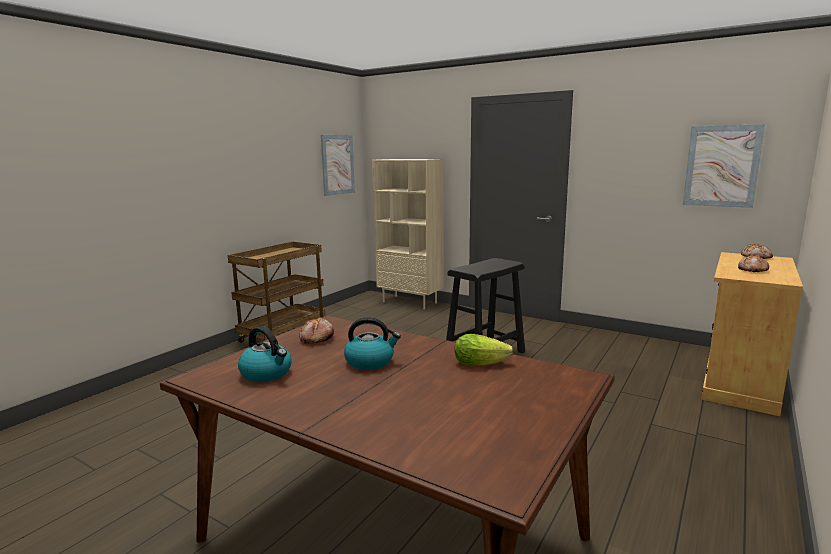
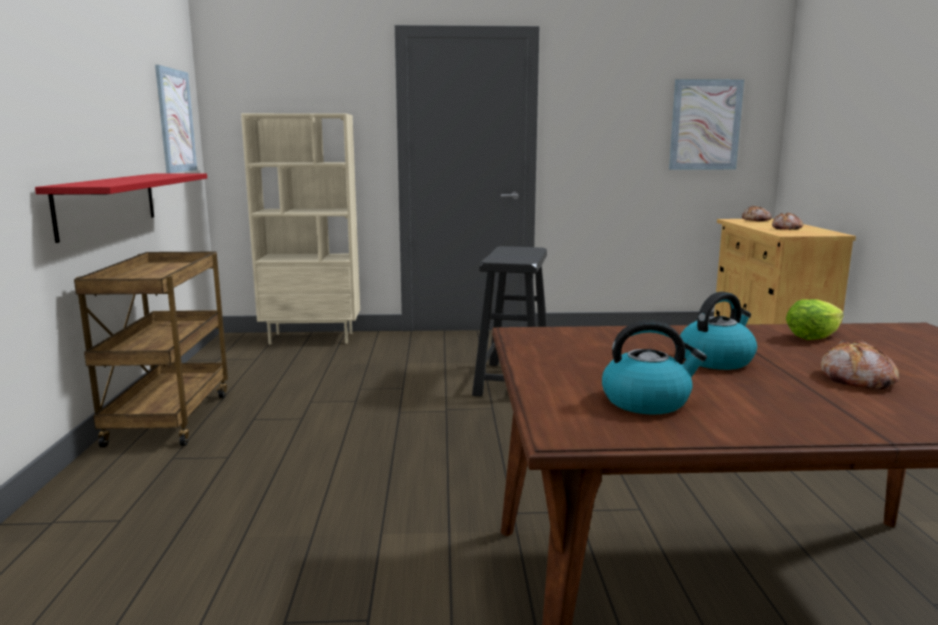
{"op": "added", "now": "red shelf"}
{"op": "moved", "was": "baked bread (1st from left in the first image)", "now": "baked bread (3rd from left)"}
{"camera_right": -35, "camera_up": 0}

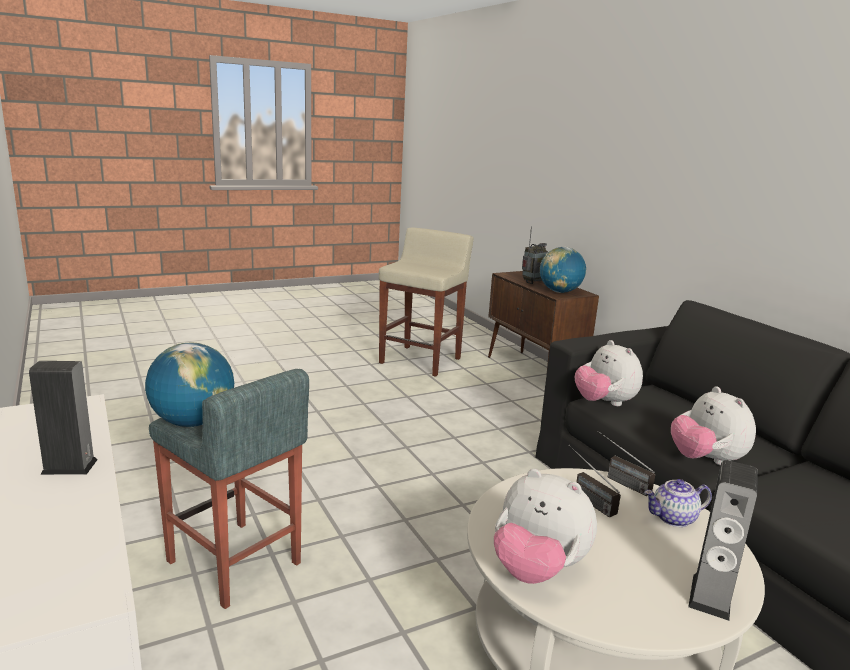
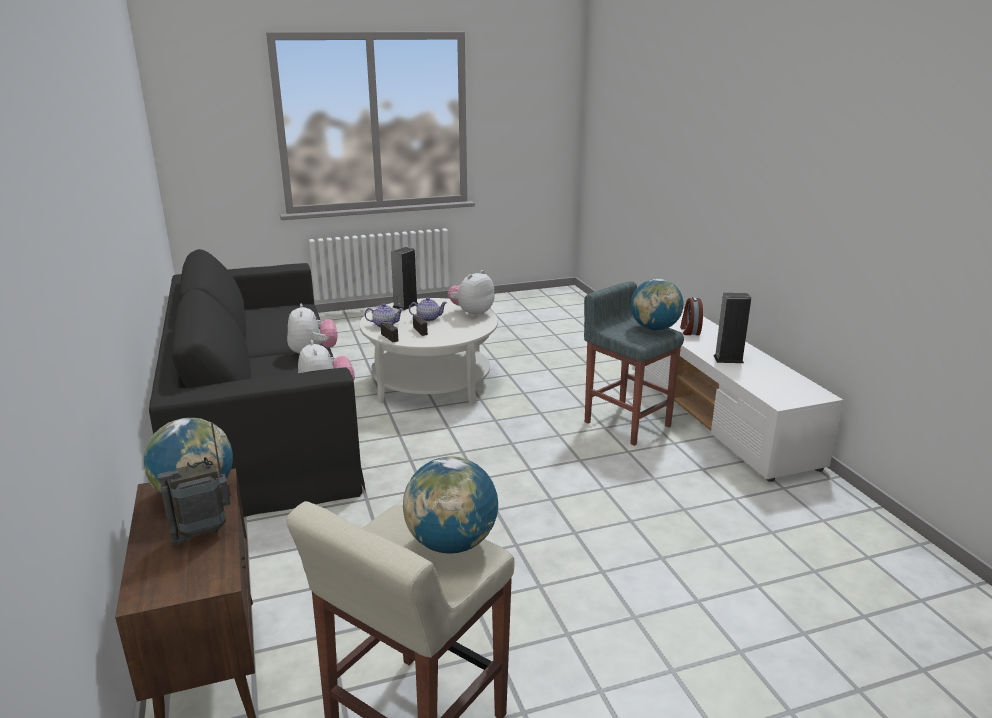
{"op": "added", "now": "desk globe (2nd from left)"}
{"op": "added", "now": "teapot (2nd from left)"}
{"op": "added", "now": "table clock"}
{"op": "turned", "was": "plush toy (1st from left in the first image)", "clockwise": -90}
{"camera_right": -170, "camera_up": 5}

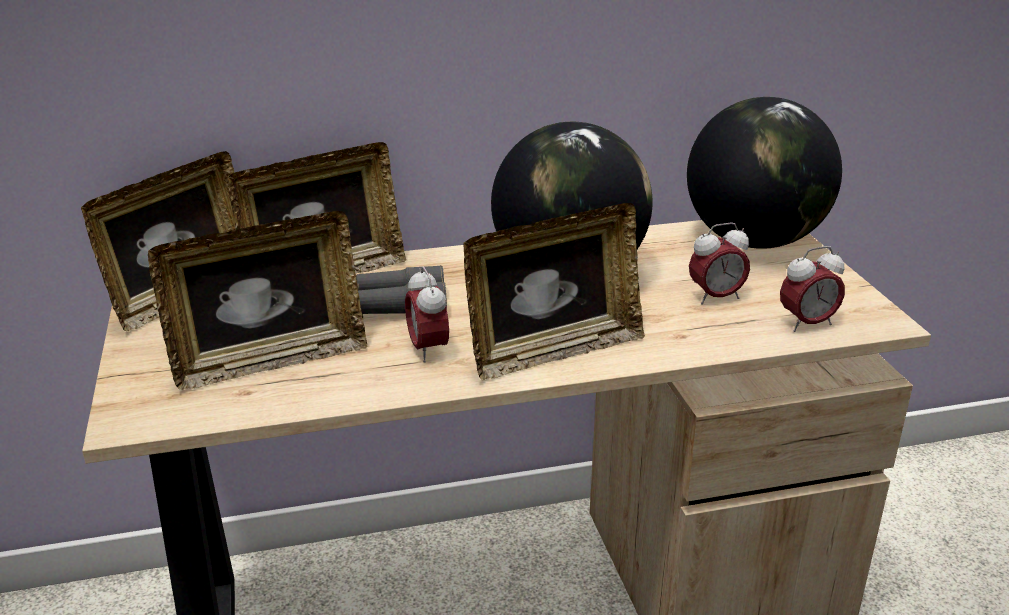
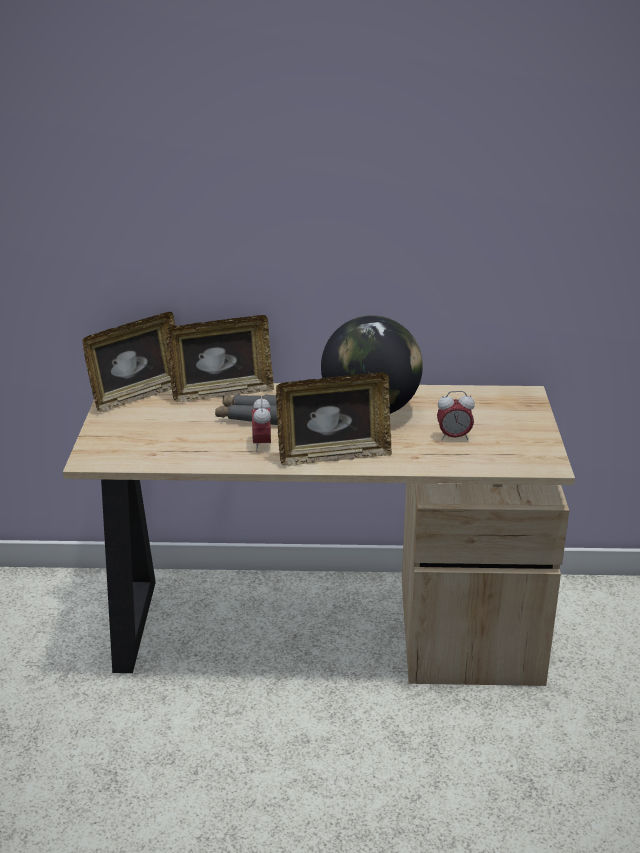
{"op": "removed", "was": "photo frame (2nd from left)"}
{"op": "removed", "was": "desk globe (2nd from left)"}
{"op": "removed", "was": "table clock (3rd from left)"}
{"camera_right": 15, "camera_up": 0}

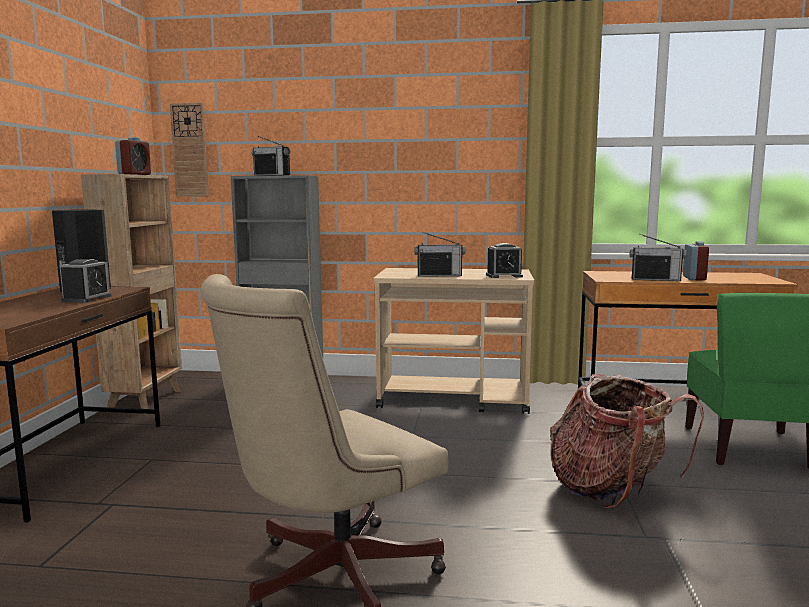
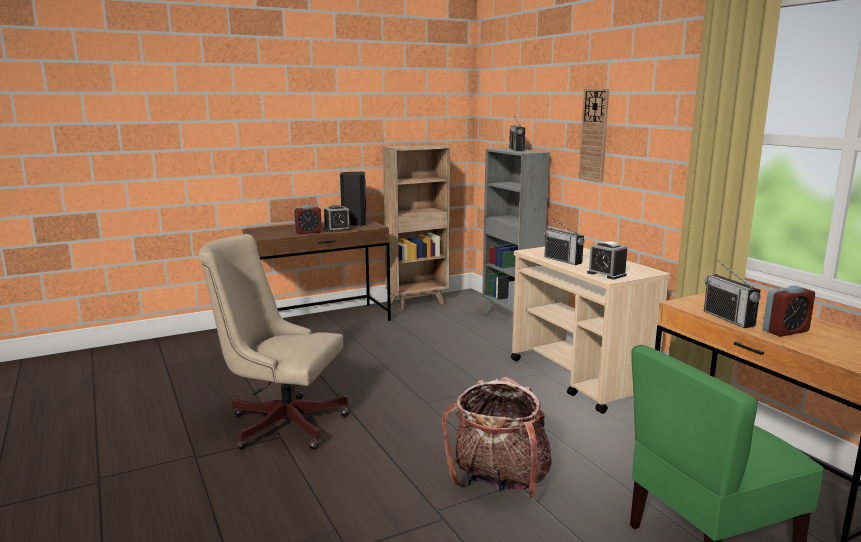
{"op": "moved", "was": "table clock (2nd from left in the first image)", "now": "table clock (1st from left)"}
{"op": "moved", "was": "hanging clock"}
{"camera_right": 55, "camera_up": 5}

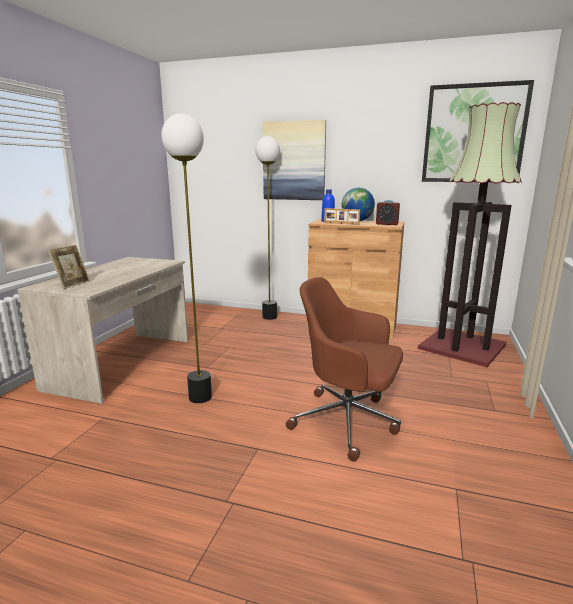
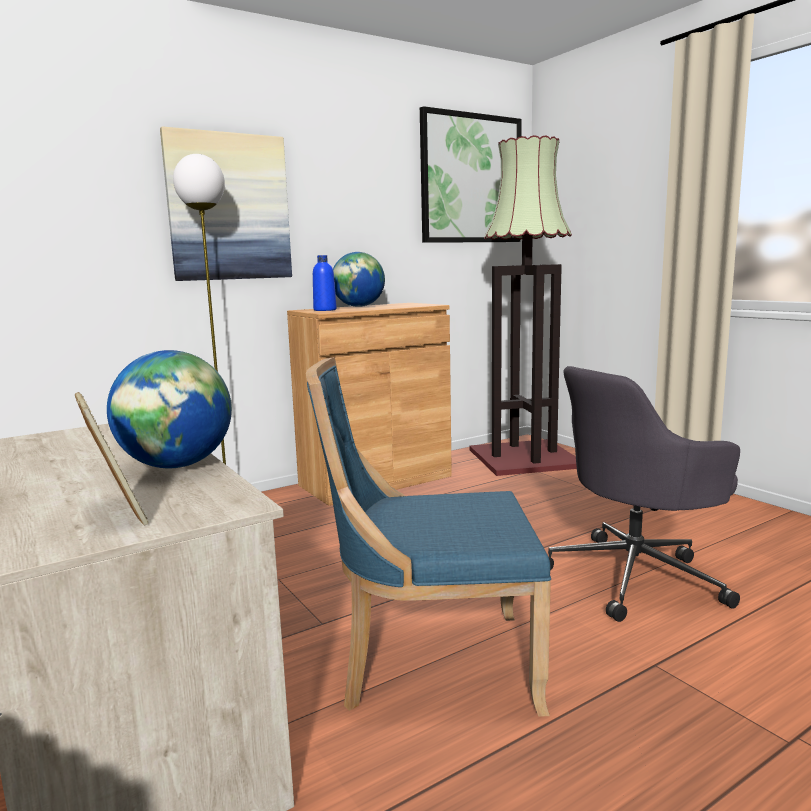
{"op": "removed", "was": "photo frame (2nd from left)"}
{"op": "removed", "was": "table clock"}
{"op": "added", "now": "desk globe (1st from left)"}
{"op": "replaced", "was": "standard lamp (1st from left)", "now": "blue chair"}
{"op": "recoloured", "was": "brown-coloured computer chair", "now": "grey computer chair"}
{"camera_right": -50, "camera_up": -5}

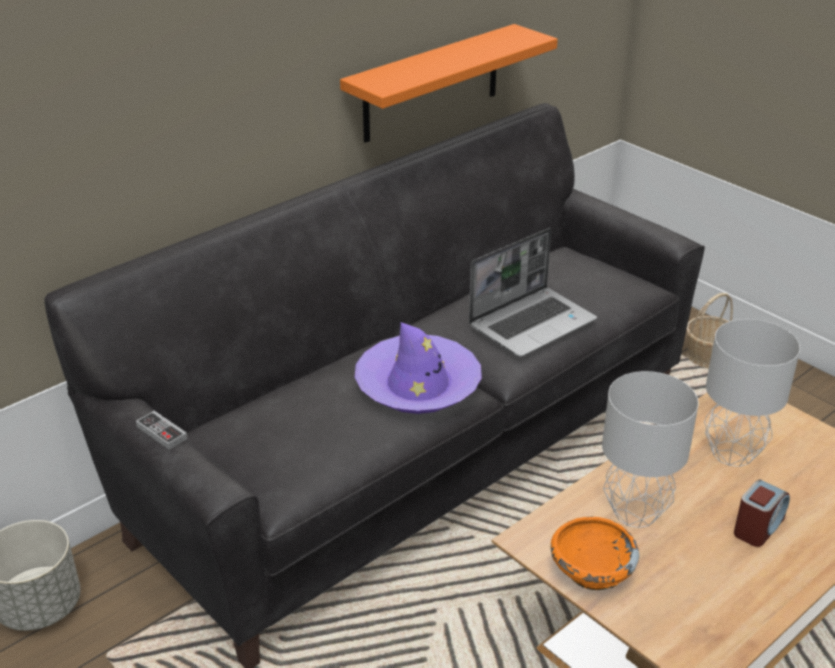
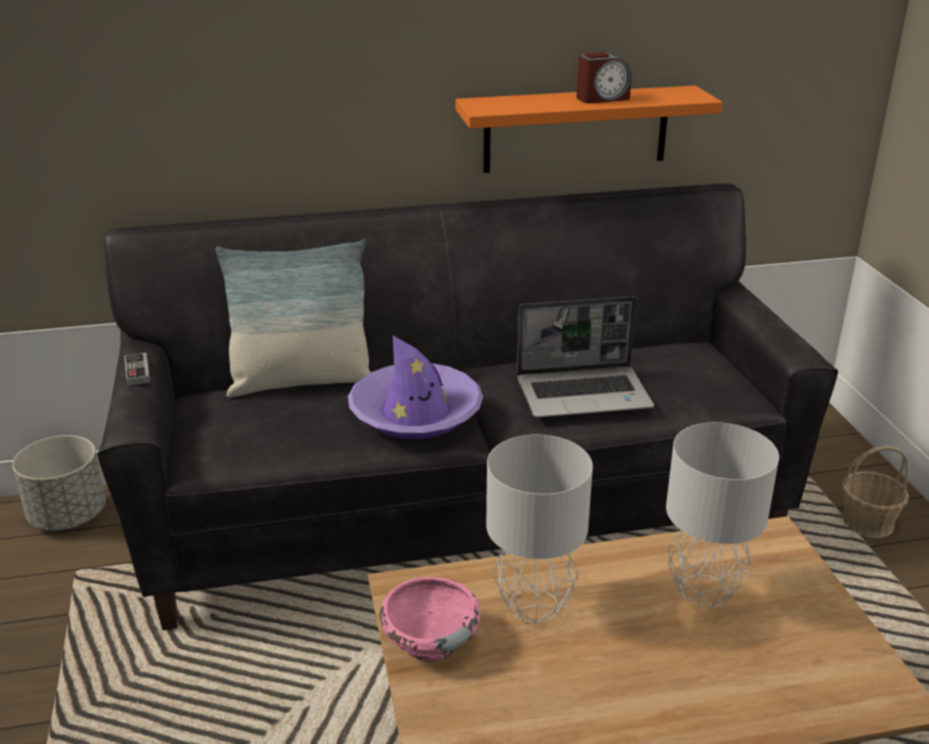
{"op": "added", "now": "throw pillow"}
{"op": "moved", "was": "table clock"}
{"op": "recoloured", "was": "orangey serving bowl", "now": "pink-coloured serving bowl"}
{"camera_right": 30, "camera_up": -5}

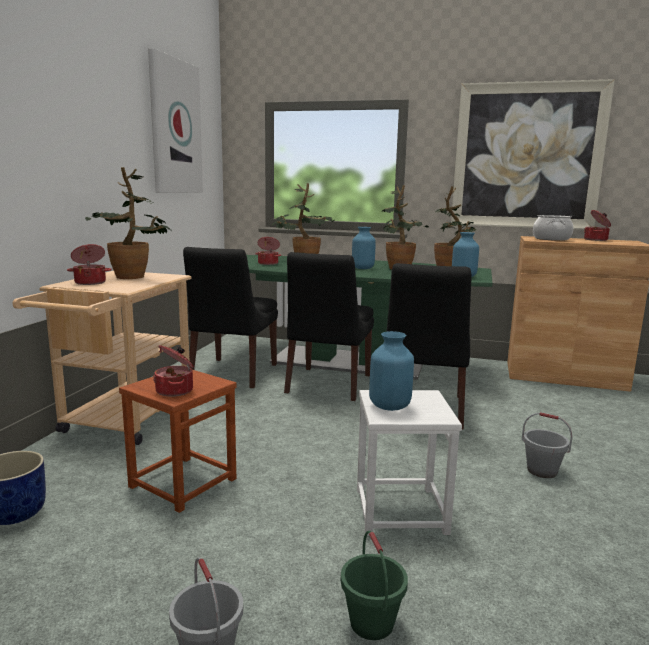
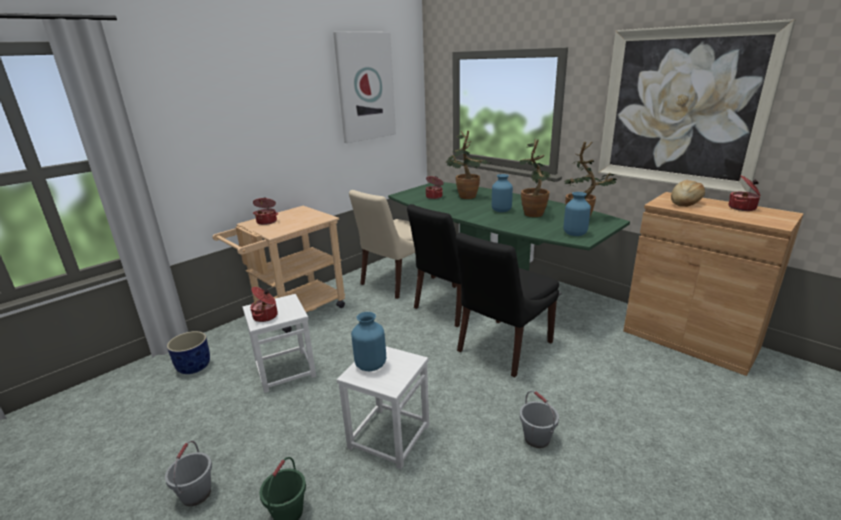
{"op": "removed", "was": "houseplant (1st from left)"}
{"op": "replaced", "was": "saucepot (4th from left)", "now": "baked bread"}
{"op": "recoloured", "was": "brown-coloured stool seat", "now": "white-coloured stool seat (1st from left)"}
{"op": "recoloured", "was": "black chair (1st from left)", "now": "sand-coloured chair"}
{"camera_right": 30, "camera_up": 10}

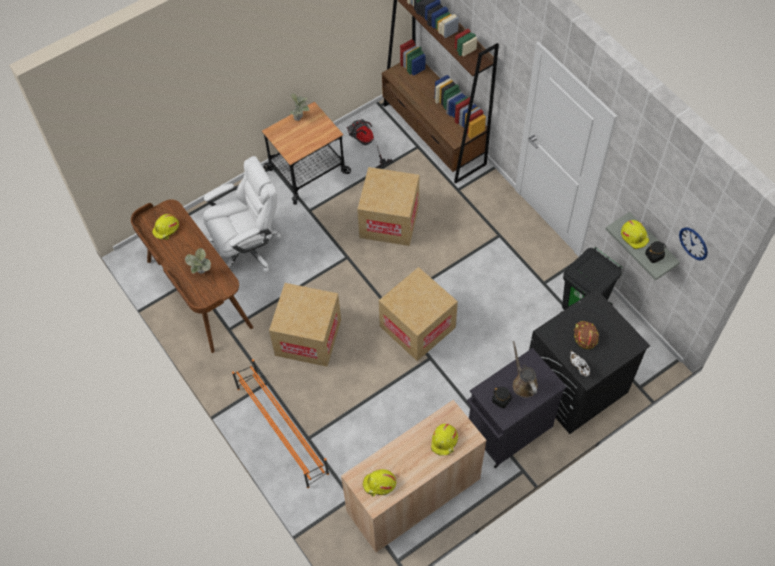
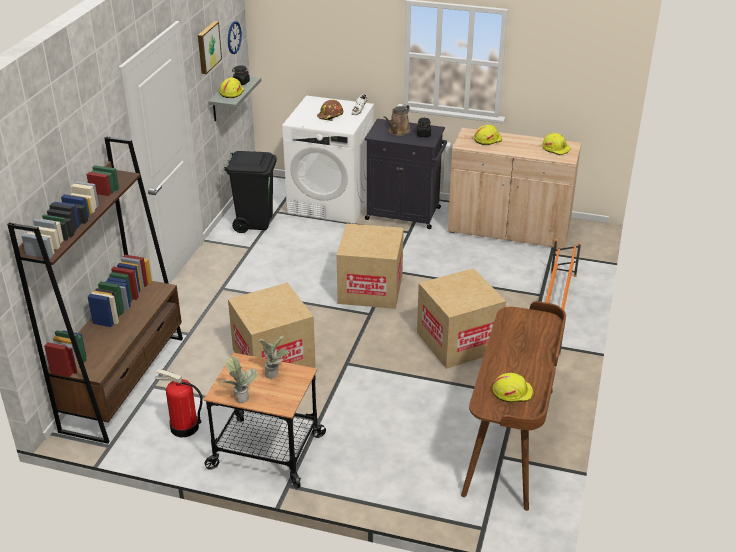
{"op": "removed", "was": "white-coloured computer chair"}
{"op": "added", "now": "wall picture"}
{"op": "moved", "was": "houseplant (1st from left in the first image)", "now": "houseplant (2nd from left)"}
{"op": "replaced", "was": "hoover", "now": "fire-fighting cylinder"}
{"op": "recoloured", "was": "black washing machine", "now": "white-coloured washing machine"}
{"camera_right": -130, "camera_up": -25}

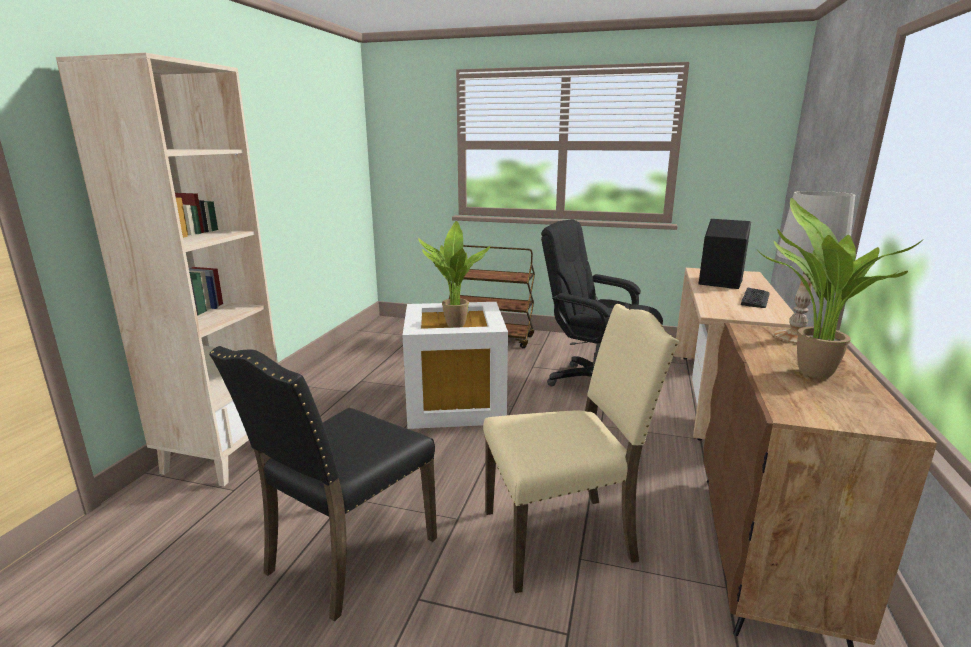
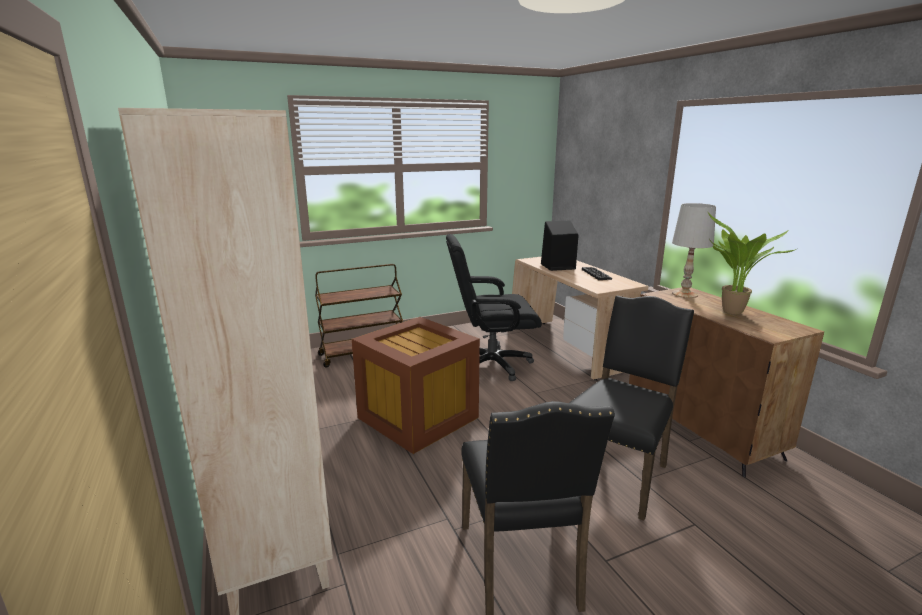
{"op": "removed", "was": "houseplant (1st from left)"}
{"op": "recoloured", "was": "white-coloured storage container", "now": "brown-coloured storage container"}
{"op": "recoloured", "was": "sand-coloured chair", "now": "black chair (2nd from left)"}
{"camera_right": -40, "camera_up": 0}

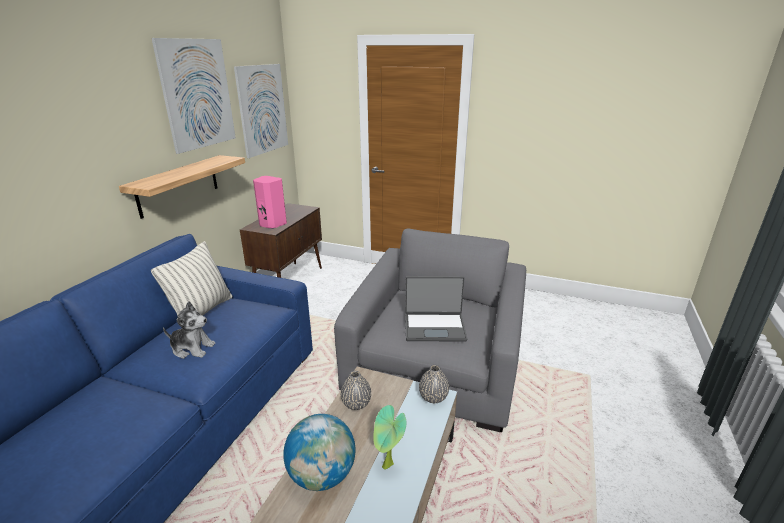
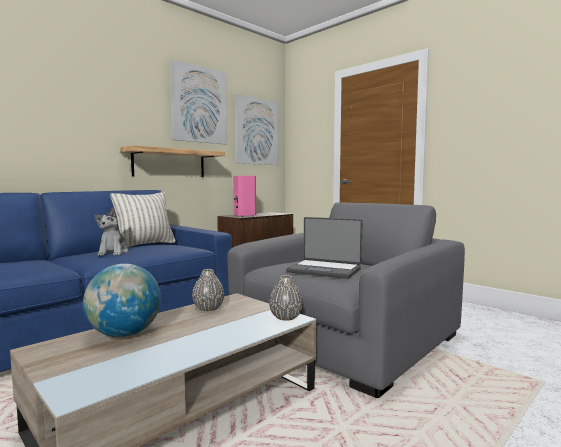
{"op": "removed", "was": "houseplant"}
{"op": "turned", "was": "plush toy", "clockwise": 45}
{"camera_right": 25, "camera_up": -20}

